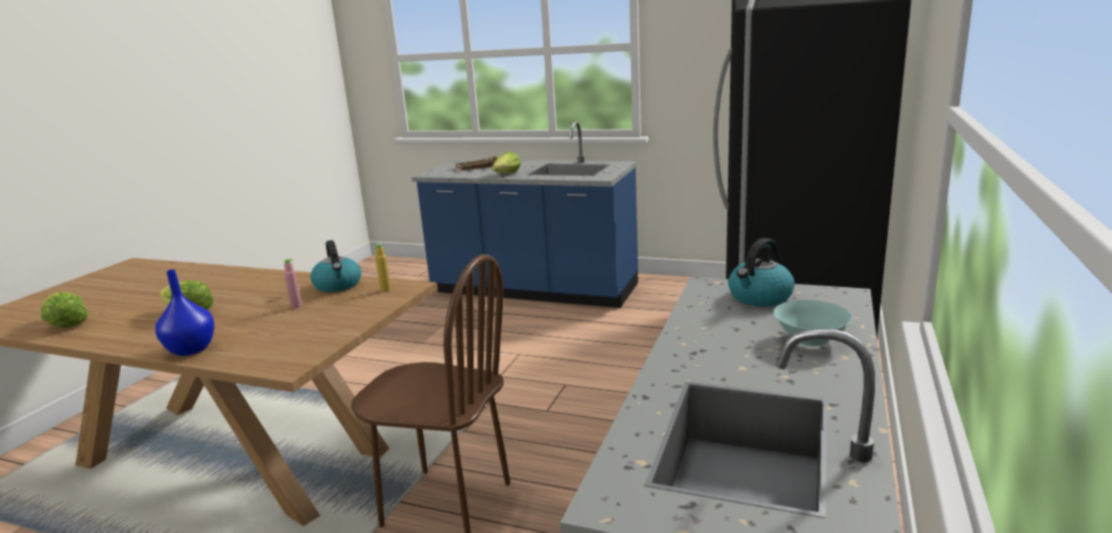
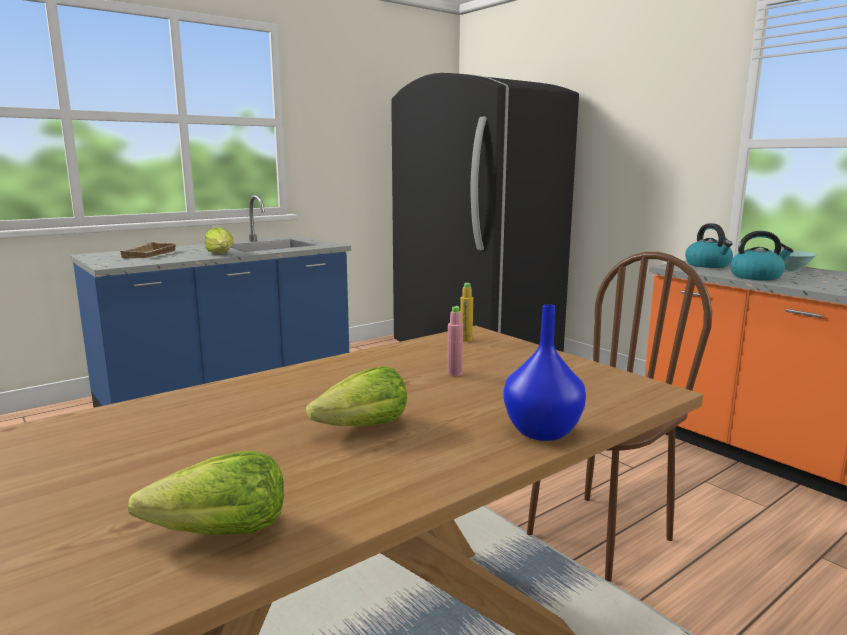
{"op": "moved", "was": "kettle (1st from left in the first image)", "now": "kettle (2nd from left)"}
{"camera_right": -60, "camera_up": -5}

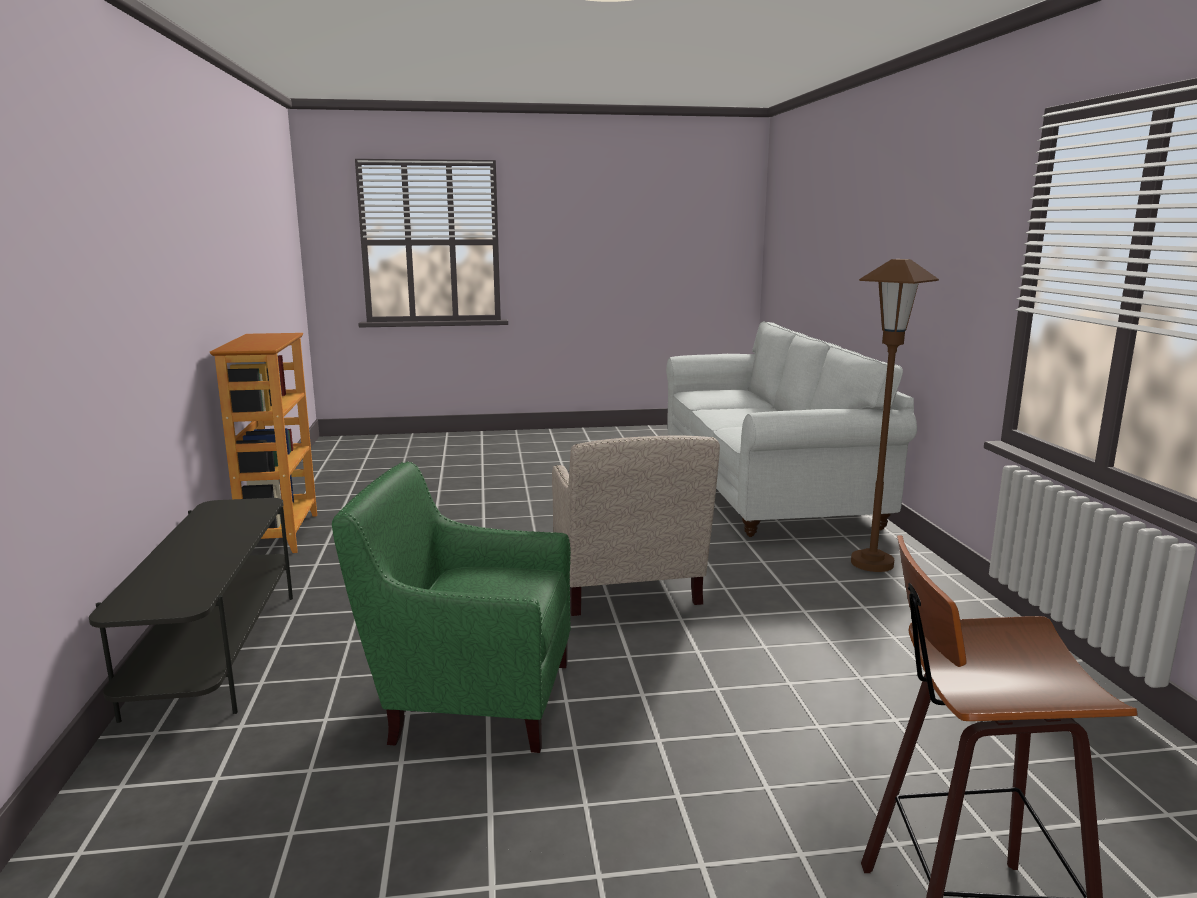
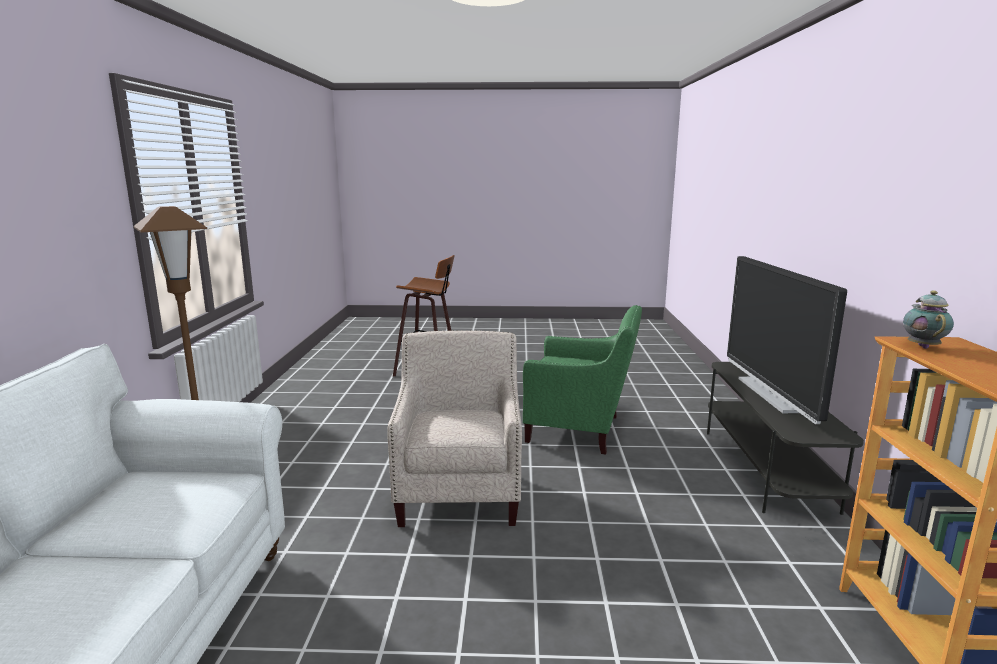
{"op": "added", "now": "television"}
{"op": "added", "now": "teapot"}
{"camera_right": -170, "camera_up": 0}

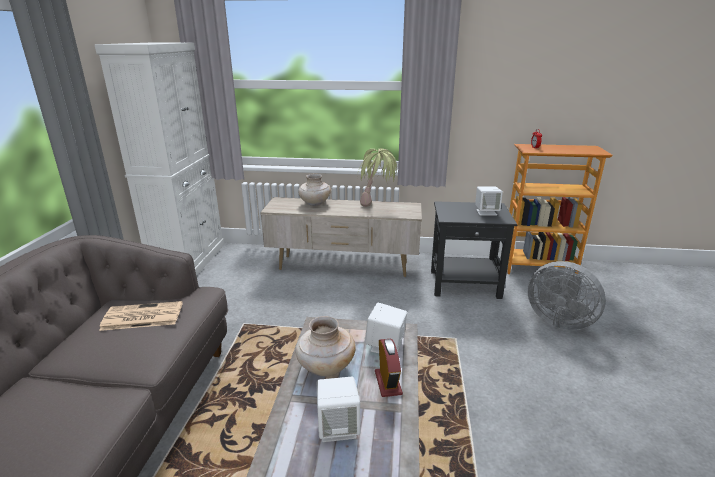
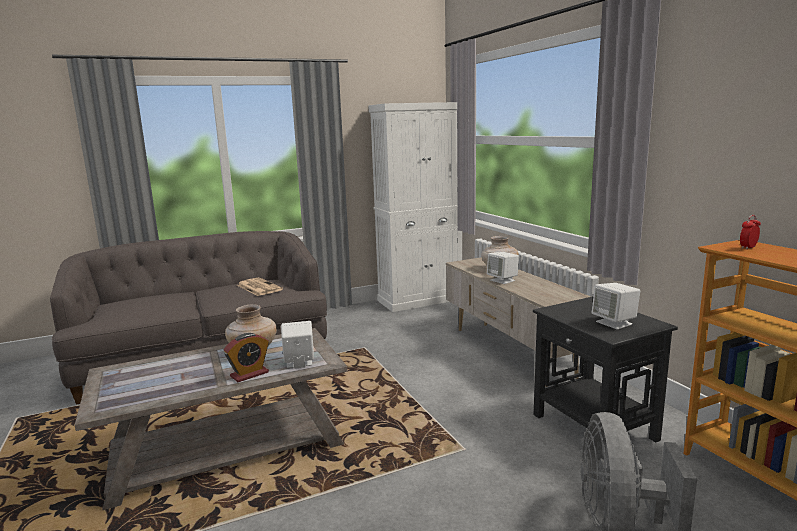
{"op": "removed", "was": "houseplant"}
{"op": "moved", "was": "white-coloured loudspeaker (1st from left in the first image)", "now": "white-coloured loudspeaker (2nd from left)"}
{"camera_right": 60, "camera_up": -10}

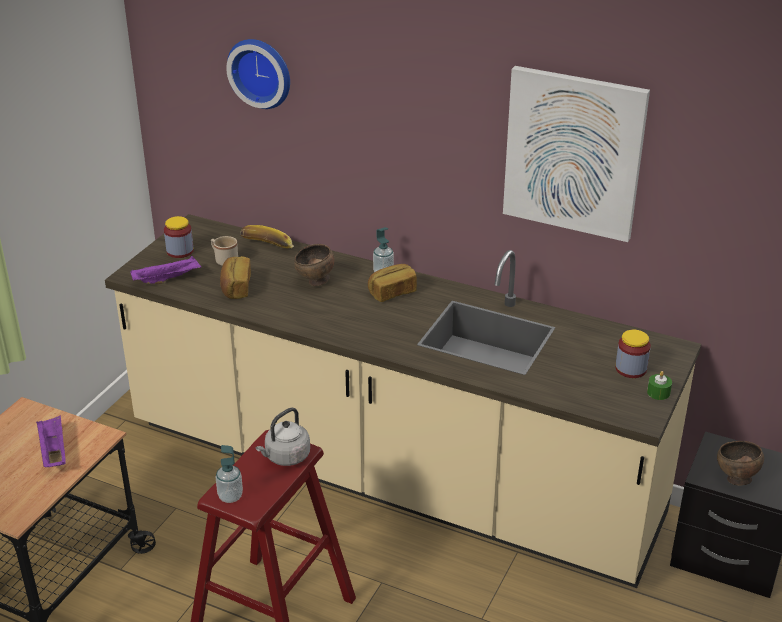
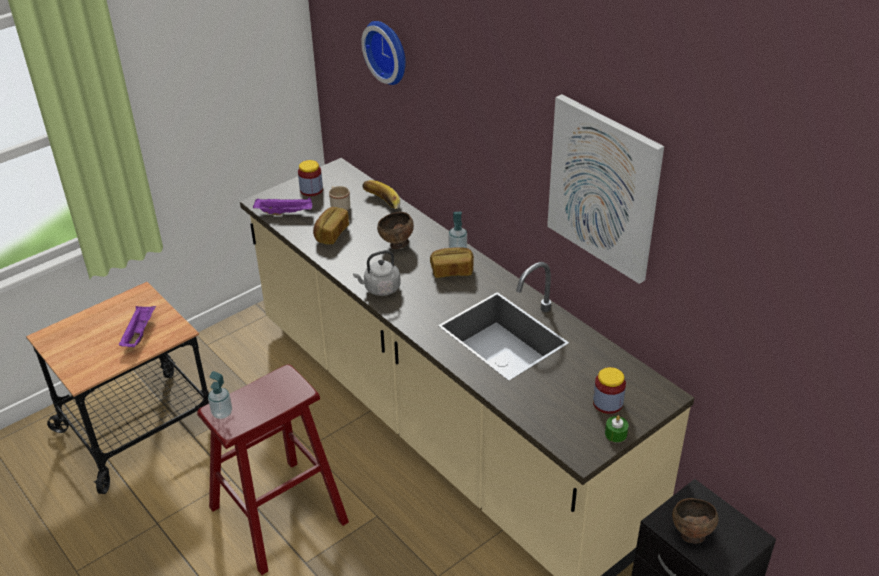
{"op": "moved", "was": "grey kettle"}
{"camera_right": 25, "camera_up": 5}

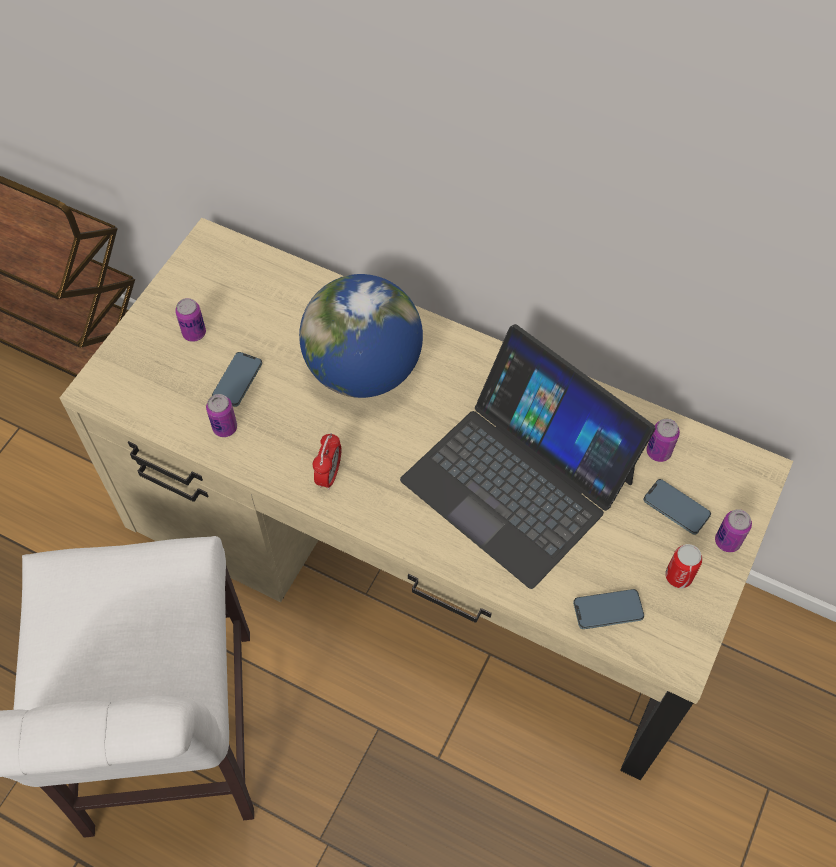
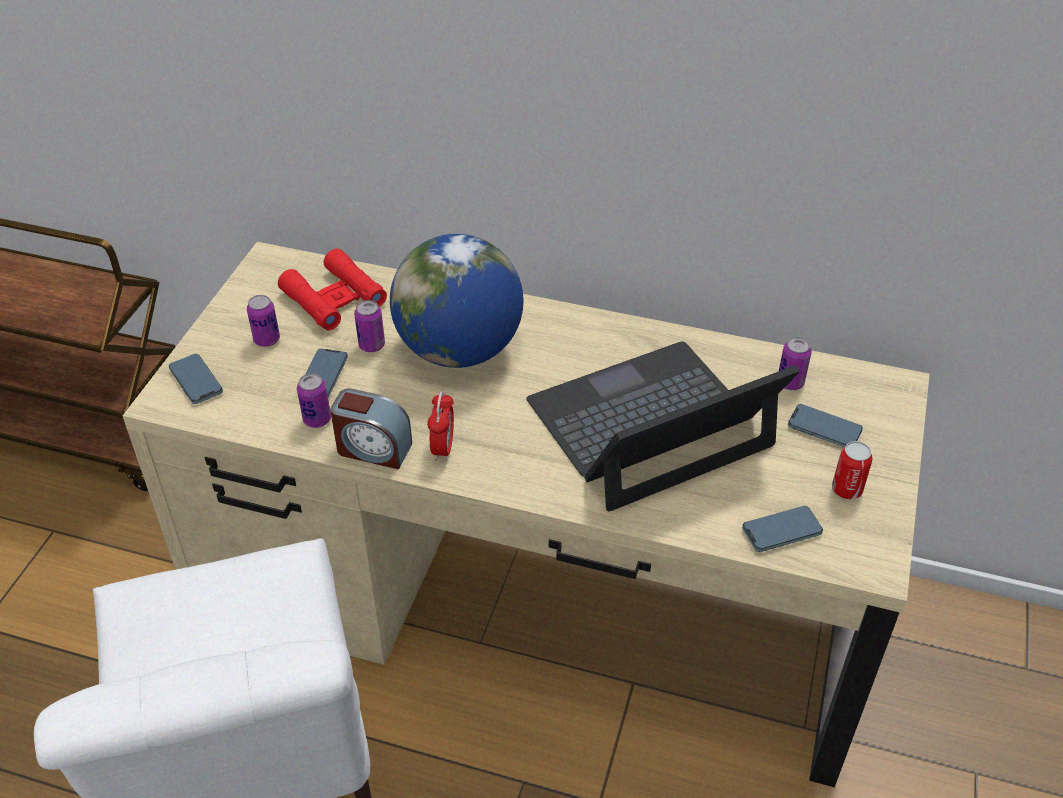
{"op": "added", "now": "handset (1st from left)"}
{"op": "added", "now": "red binoculars"}
{"op": "added", "now": "table clock (1st from left)"}
{"op": "moved", "was": "sealed can (5th from left in the first image)", "now": "sealed can (3rd from left)"}
{"op": "turned", "was": "laptop", "clockwise": 120}
{"camera_right": -10, "camera_up": -15}

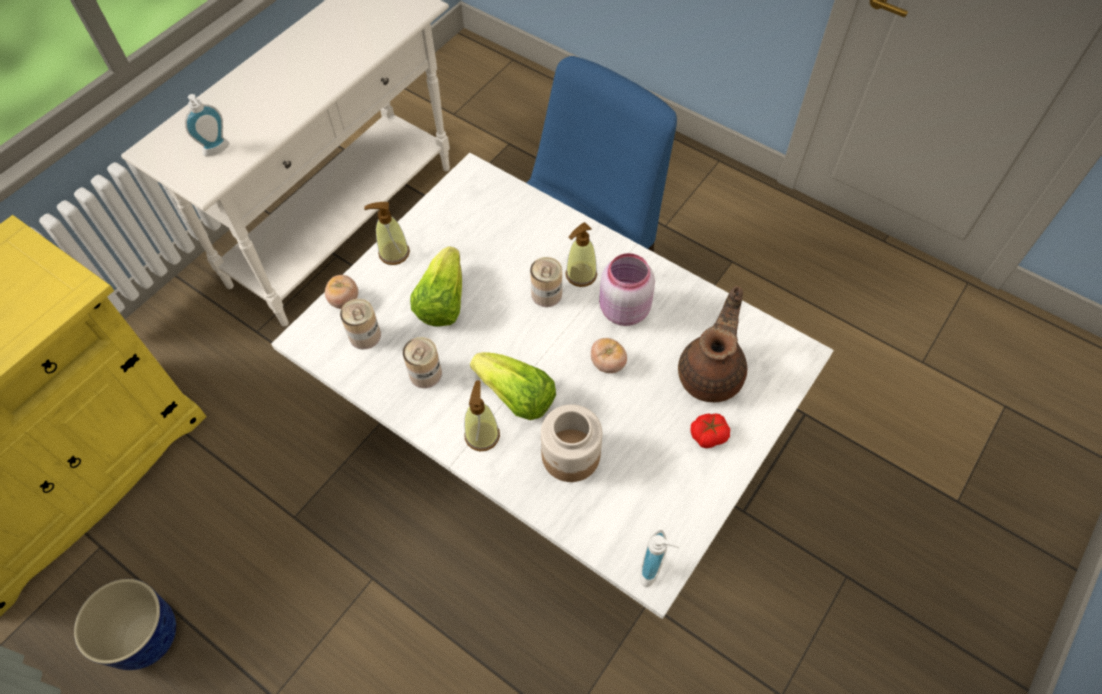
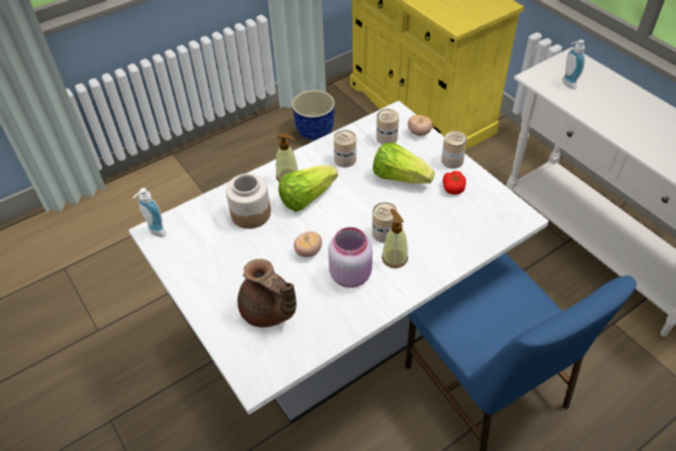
{"op": "moved", "was": "tomato (3rd from left)"}
{"op": "replaced", "was": "soap bottle (2nd from left)", "now": "sealed can (4th from left)"}
{"camera_right": 110, "camera_up": -10}

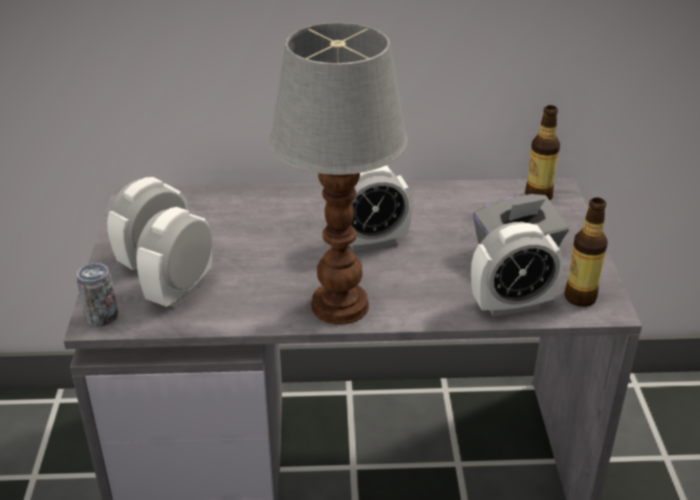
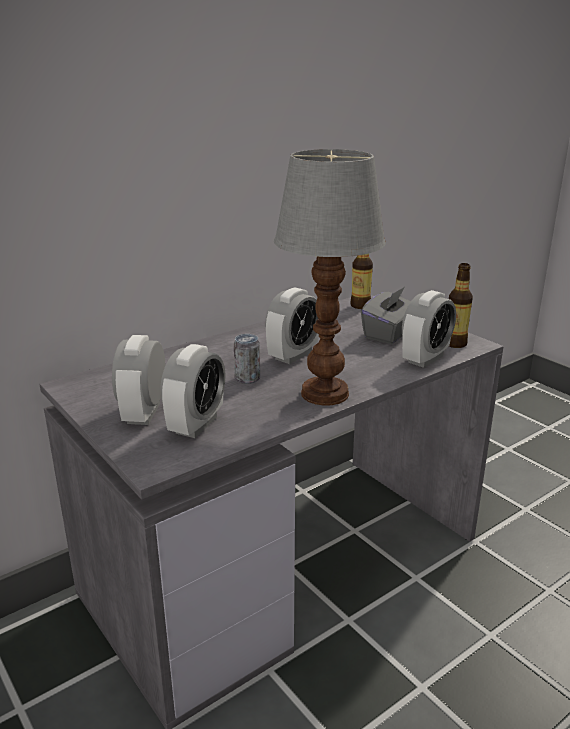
{"op": "moved", "was": "sealed can"}
{"op": "turned", "was": "table clock (2nd from left)", "clockwise": -150}
{"camera_right": -35, "camera_up": -10}

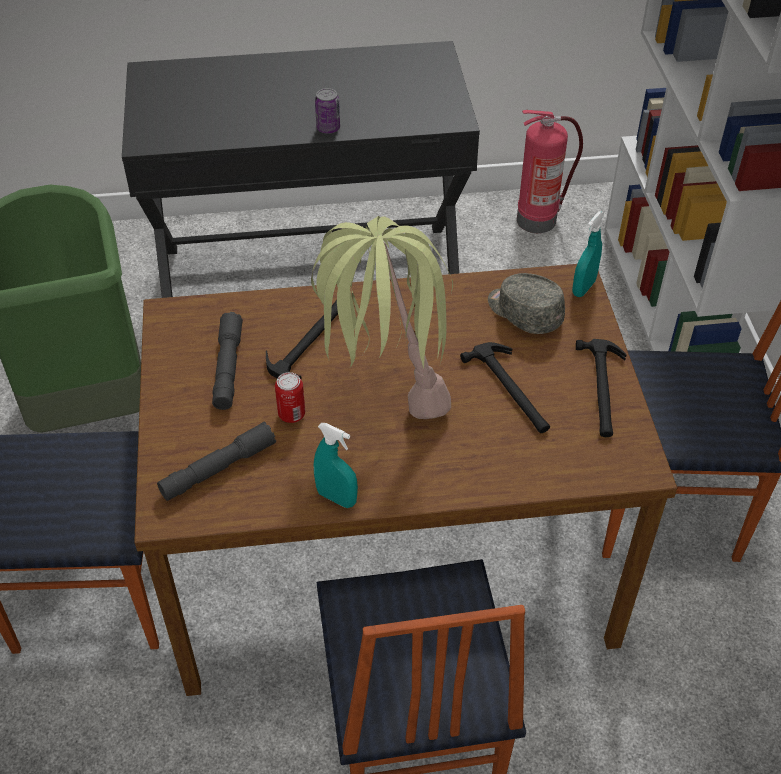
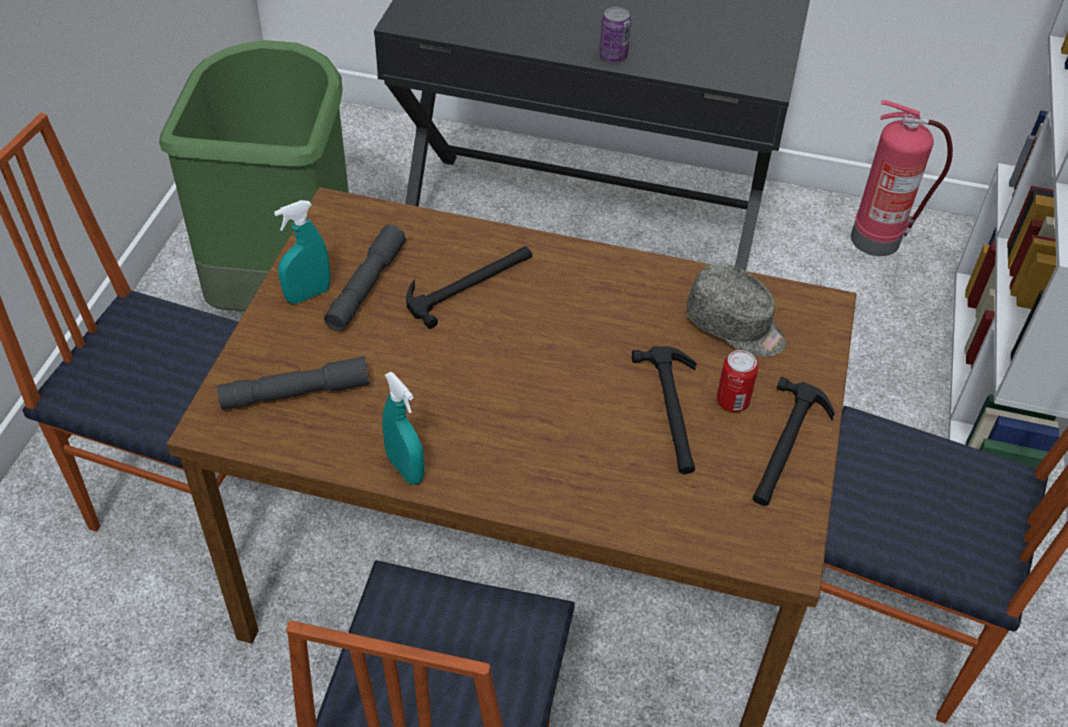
{"op": "removed", "was": "houseplant"}
{"op": "moved", "was": "sealed can (1st from left in the first image)", "now": "sealed can (2nd from left)"}
{"op": "moved", "was": "blue-green hand sprayer (2nd from left in the first image)", "now": "blue-green hand sprayer (1st from left)"}
{"op": "turned", "was": "grey cap", "clockwise": 150}
{"camera_right": 20, "camera_up": 0}

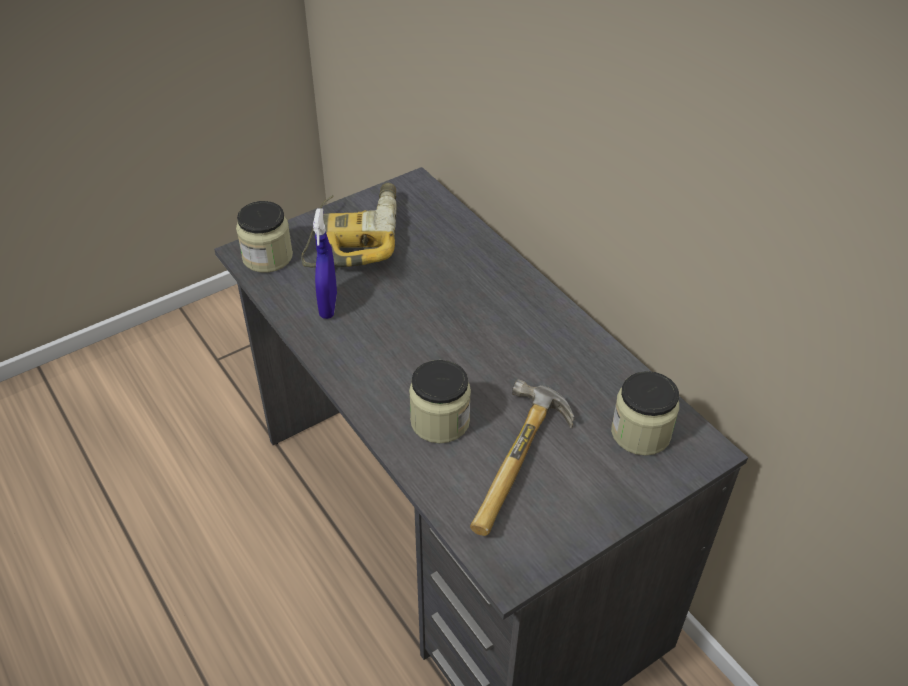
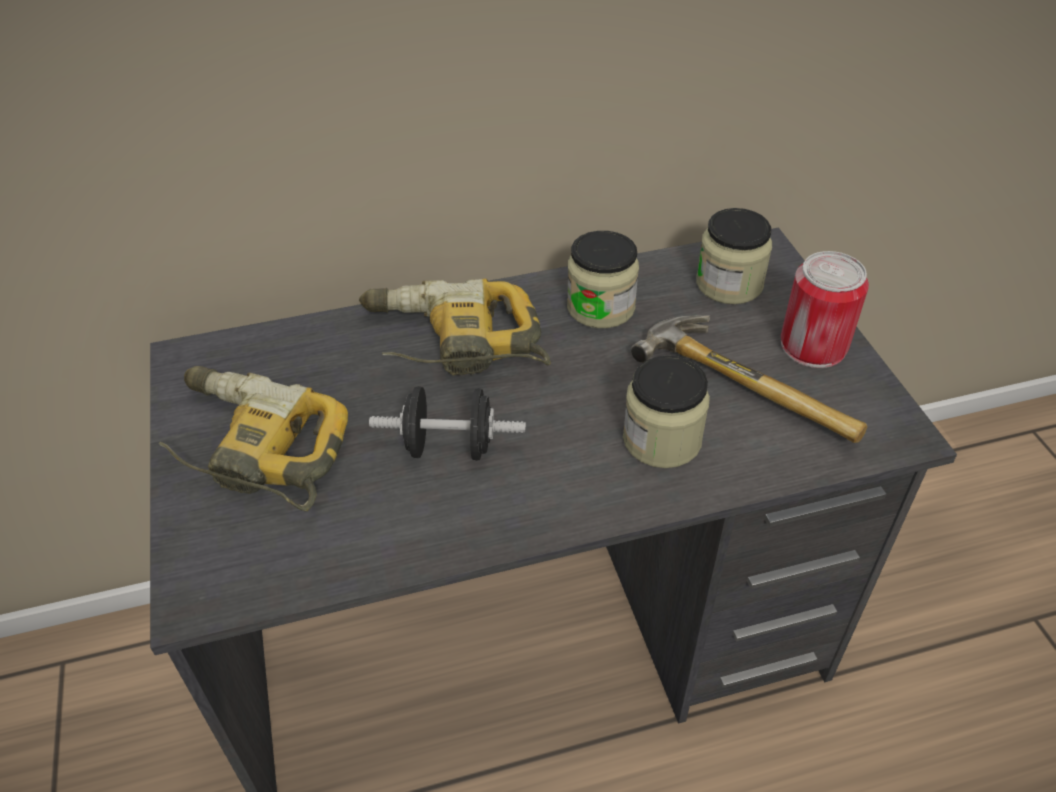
{"op": "removed", "was": "blue hand sprayer"}
{"op": "added", "now": "electric drill (2nd from left)"}
{"op": "added", "now": "black free weight"}
{"op": "added", "now": "sealed can"}
{"op": "moved", "was": "preserve jar (1st from left)"}
{"camera_right": -70, "camera_up": 0}

